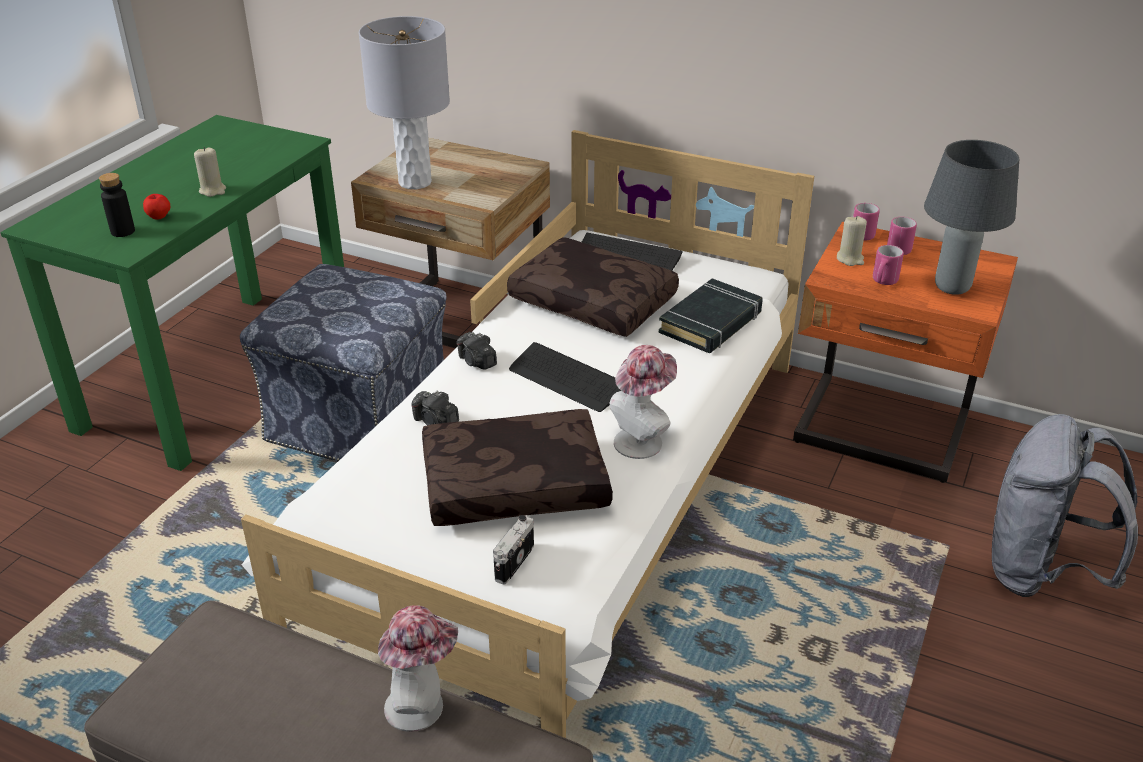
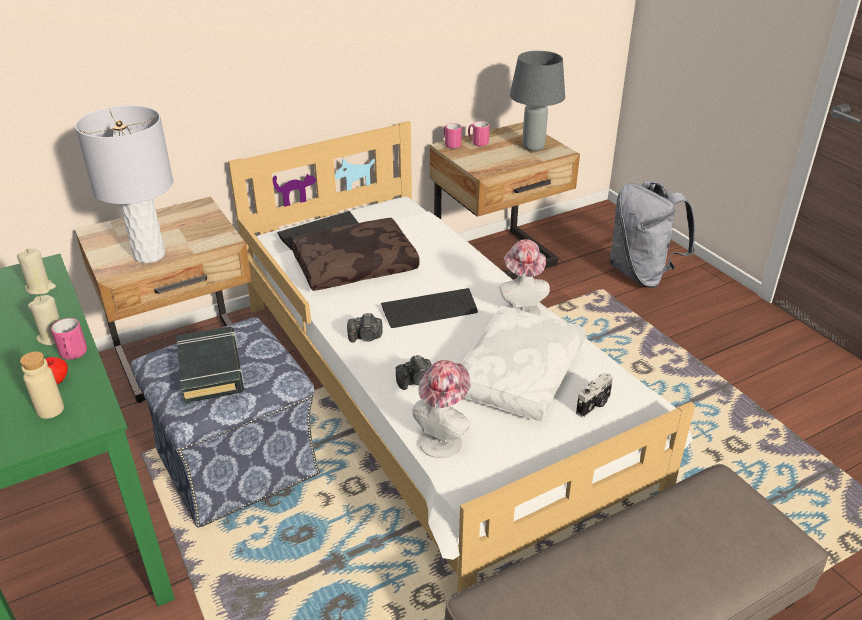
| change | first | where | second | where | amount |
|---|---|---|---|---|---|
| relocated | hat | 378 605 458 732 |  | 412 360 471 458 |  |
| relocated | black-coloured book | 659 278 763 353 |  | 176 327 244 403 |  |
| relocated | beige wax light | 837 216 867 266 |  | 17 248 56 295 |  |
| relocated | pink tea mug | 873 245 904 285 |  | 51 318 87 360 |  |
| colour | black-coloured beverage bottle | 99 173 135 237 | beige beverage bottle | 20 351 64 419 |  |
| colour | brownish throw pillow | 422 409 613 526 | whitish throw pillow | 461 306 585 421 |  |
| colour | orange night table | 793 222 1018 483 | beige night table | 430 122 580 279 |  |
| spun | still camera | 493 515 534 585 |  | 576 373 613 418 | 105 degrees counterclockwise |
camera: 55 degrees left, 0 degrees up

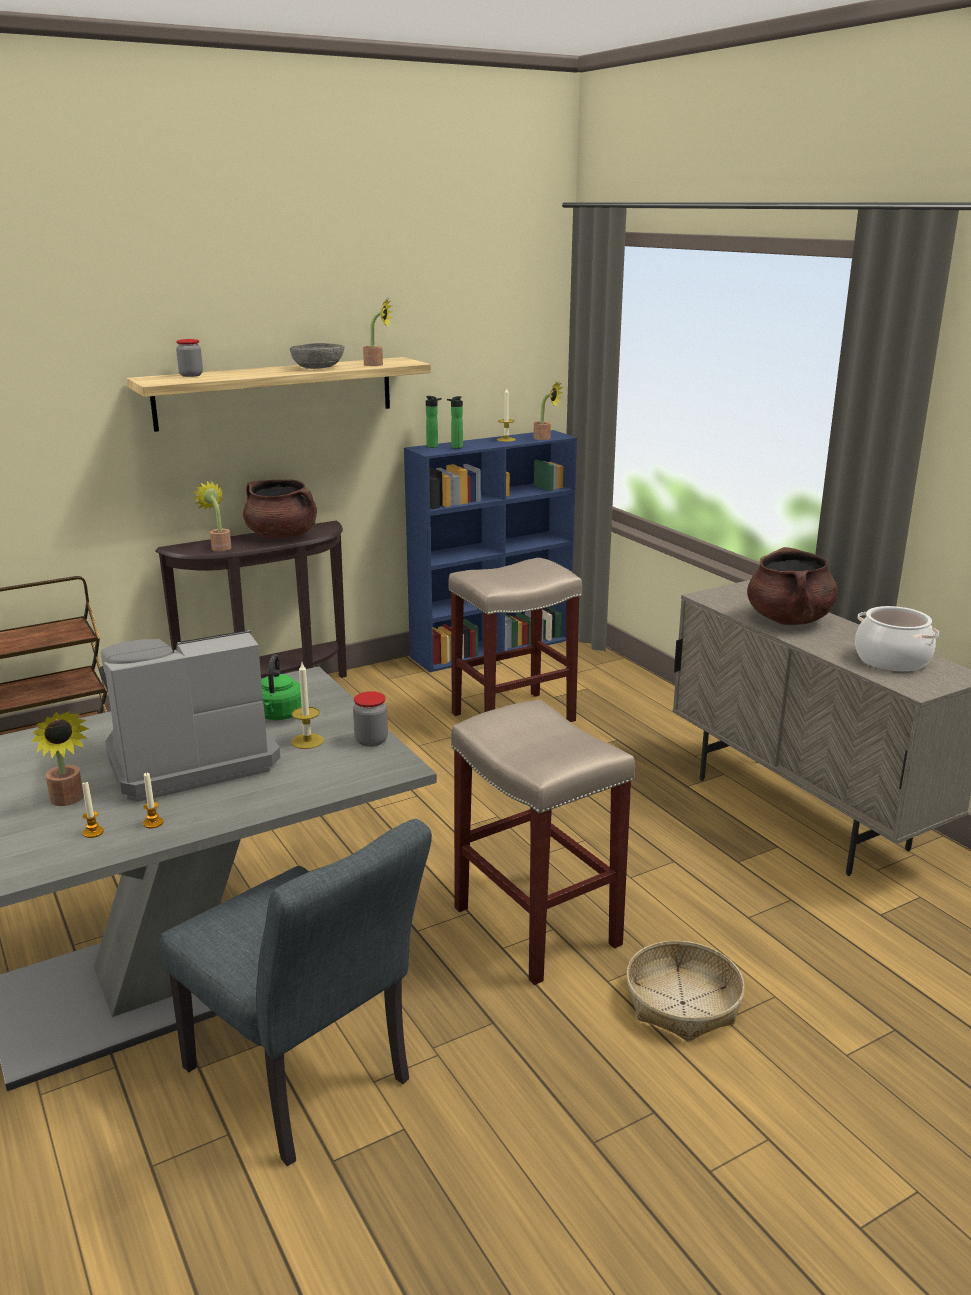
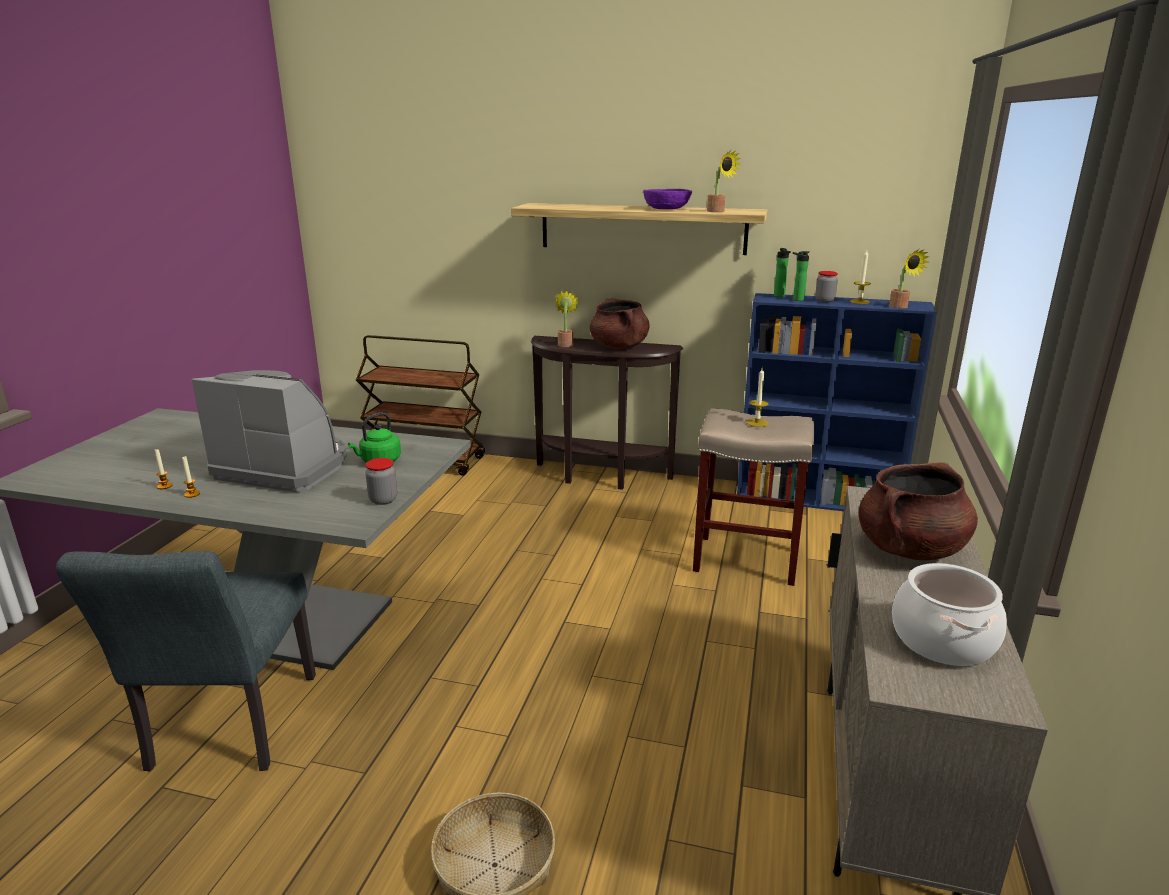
| change | first | where | second | where | amount |
|---|---|---|---|---|---|
| missing | potted plant | 31 711 89 806 |  |  |  |
| missing | beige stool seat | 451 700 635 985 |  |  |  |
| relocated | preserve jar | 176 339 203 377 |  | 815 271 838 302 |  |
| relocated | wax light | 291 663 324 749 |  | 747 367 769 427 |  |
| colour | greyish bowl | 290 343 344 369 | purple bowl | 643 189 692 209 |  |
camera: 45 degrees right, 0 degrees up

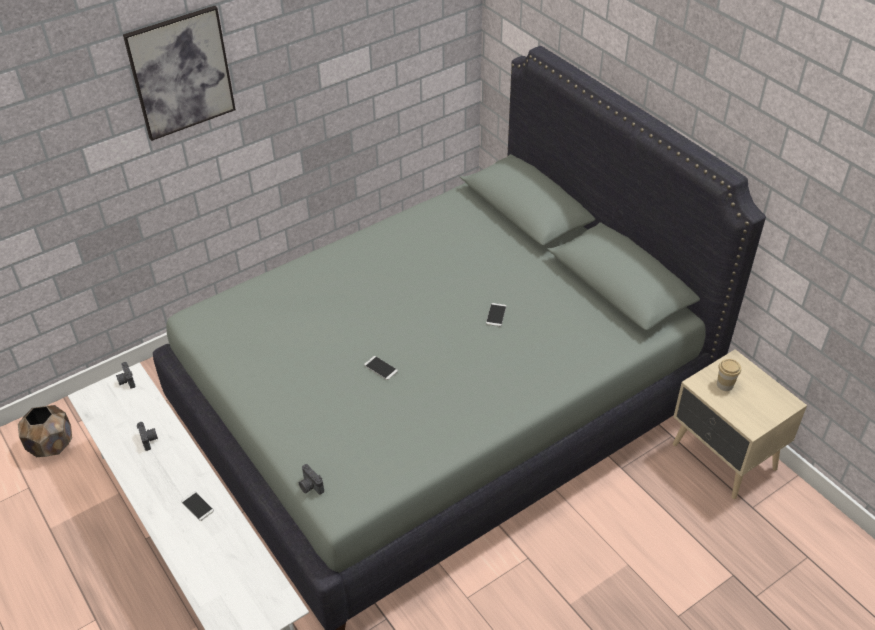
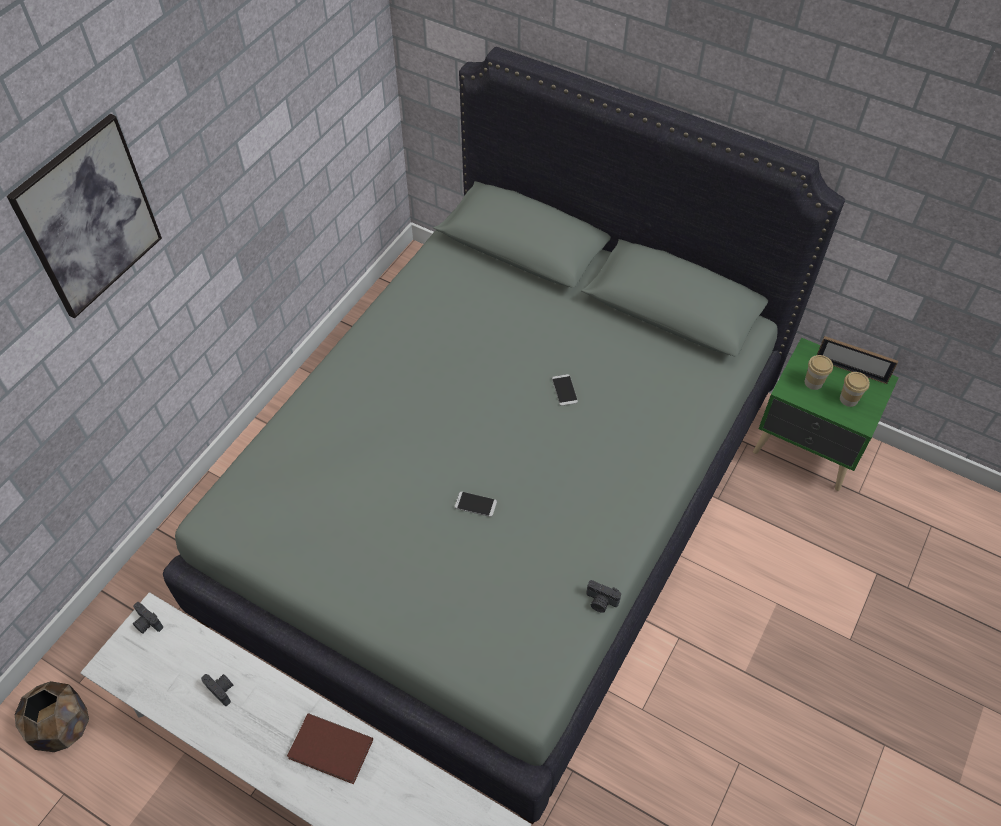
| change | first | where | second | where | amount |
|---|---|---|---|---|---|
| appeared |  |  | picture frame | 817 336 898 384 |  |
| appeared |  |  | cup | 840 372 870 407 |  |
| relocated | still camera | 299 464 324 494 |  | 586 580 621 613 |  |
| exchanged | handset | 181 492 214 521 | brownish book | 287 713 373 784 |  |
| colour | beige night table | 673 349 807 499 | green-coloured night table | 753 337 899 491 |  |
camera: 25 degrees left, 10 degrees up

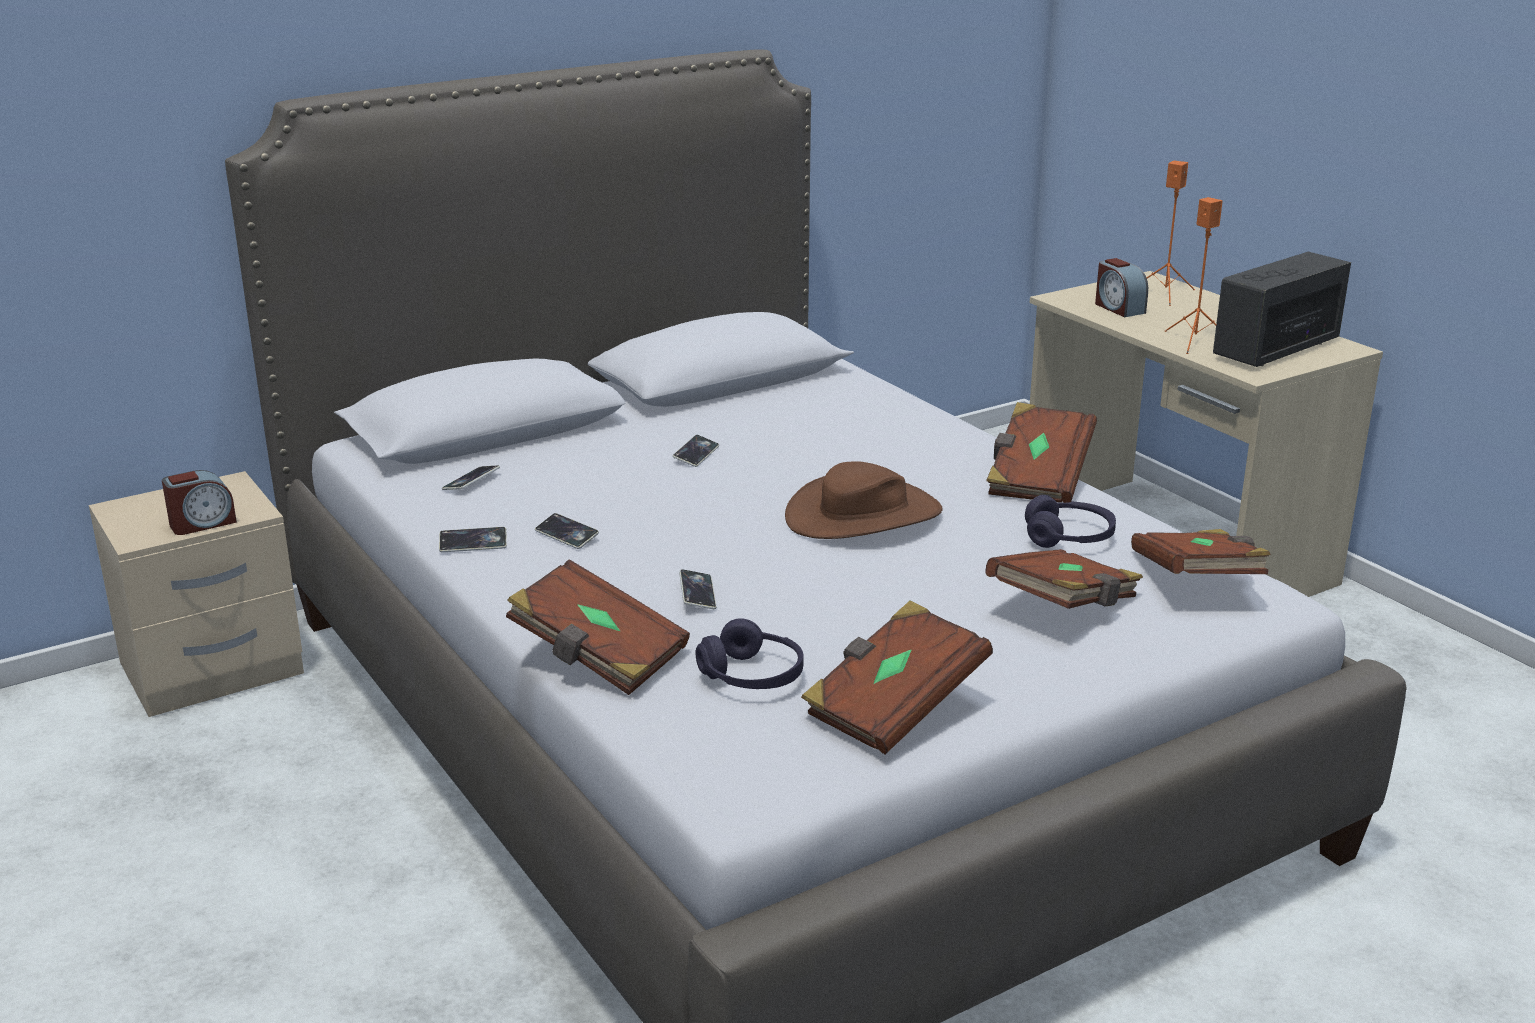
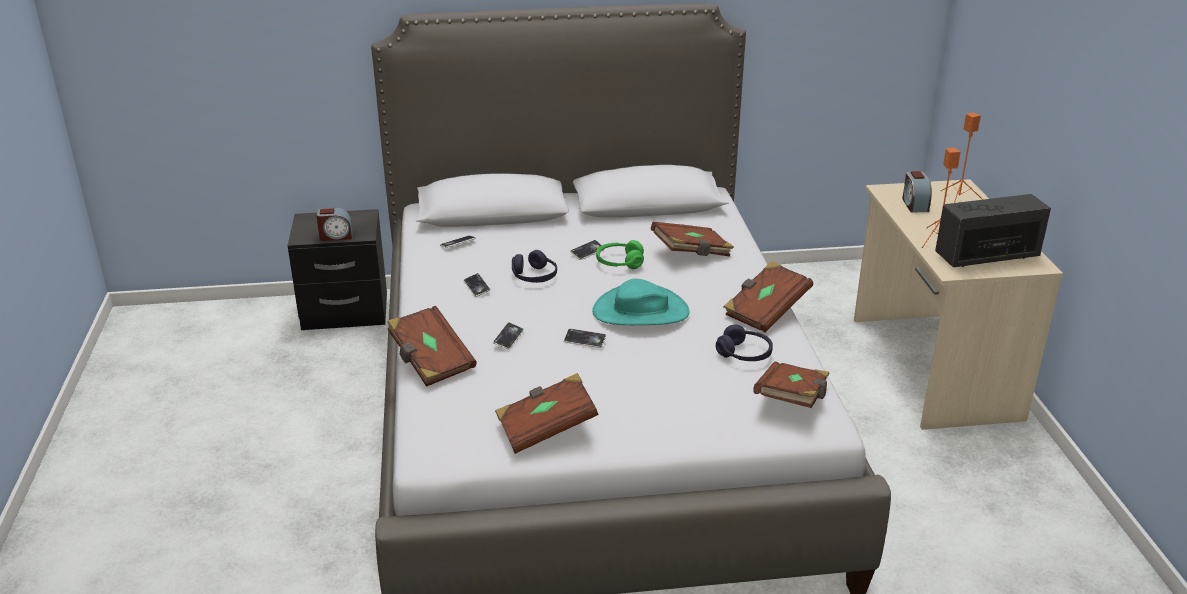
| change | first | where | second | where | amount |
|---|---|---|---|---|---|
| appeared |  |  | green-coloured headphones | 596 240 644 269 |  |
| relocated | handset | 439 527 507 552 |  | 564 329 606 348 |  |
| relocated | purple headphones | 695 618 804 689 |  | 512 250 557 283 |  |
| relocated | brownish book | 985 549 1143 609 |  | 651 222 734 257 |  |
| colour | beige night table | 89 471 304 717 | black-coloured night table | 288 209 387 330 |  |
| colour | brownish hat | 785 461 942 539 | turquoise hat | 592 279 690 325 |  |
camera: 25 degrees right, 5 degrees up

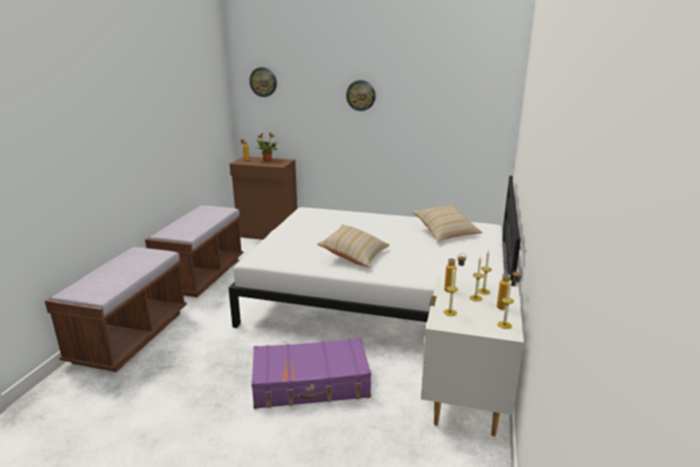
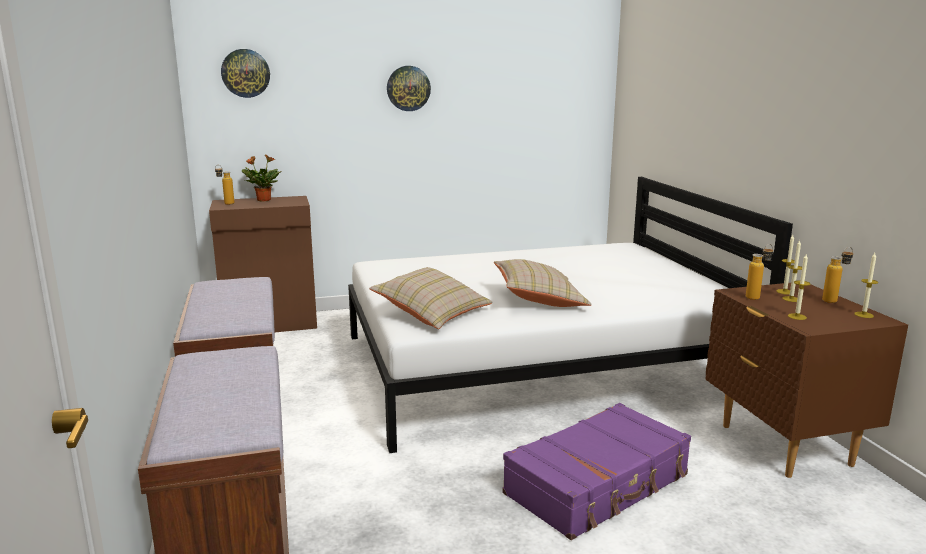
| change | first | where | second | where | amount |
|---|---|---|---|---|---|
| relocated | beige throw pillow | 412 205 483 241 |  | 369 267 493 329 |  |
| colour | whitish night table | 421 277 524 436 | brownish night table | 705 283 908 478 |  |
camera: 30 degrees left, 5 degrees down

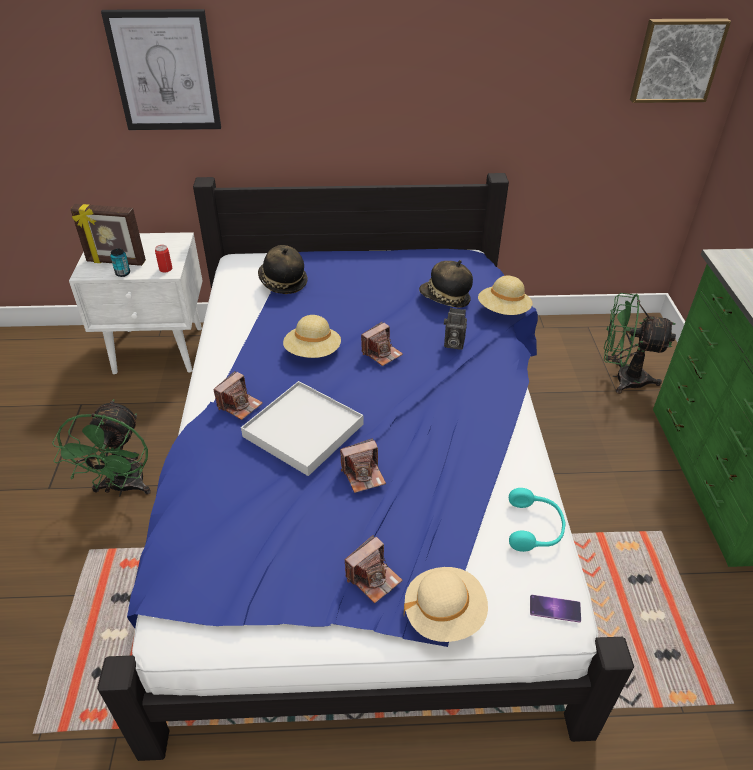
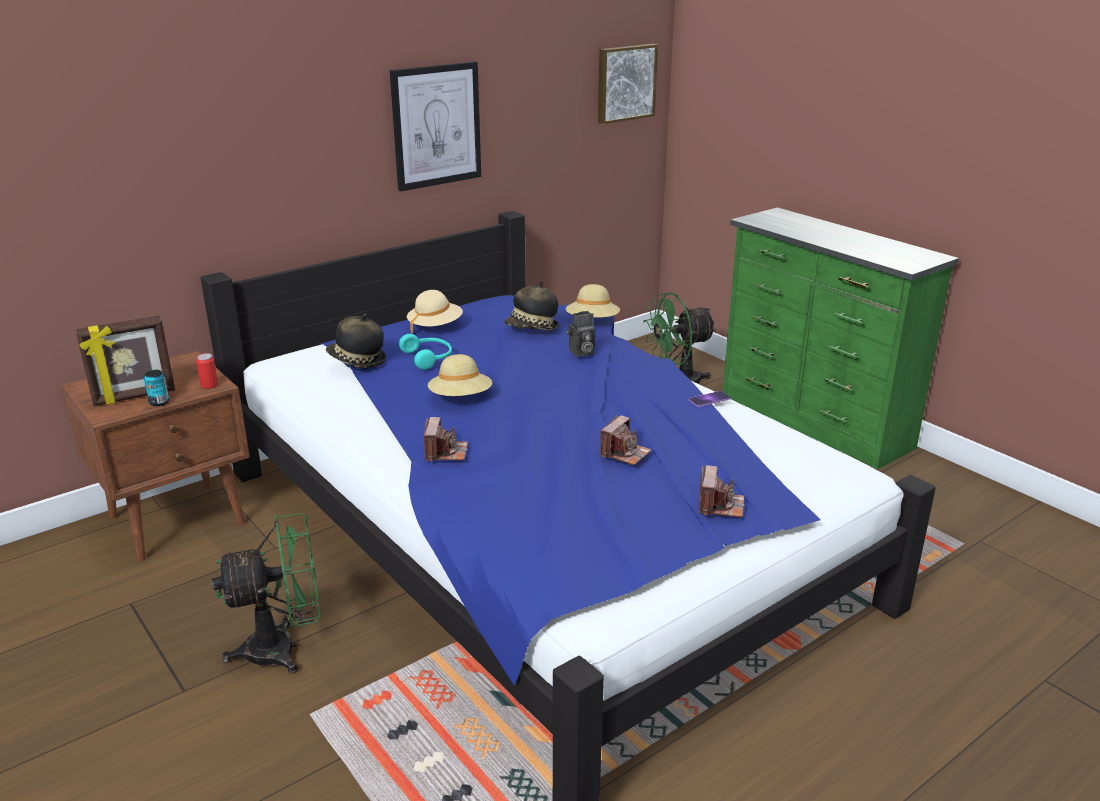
| change | first | where | second | where | amount |
|---|---|---|---|---|---|
| missing | whitish tray | 241 381 363 476 |  |  |  |
| missing | still camera | 361 322 403 366 |  |  |  |
| relocated | wall picture | 101 9 221 130 |  | 390 61 481 192 |  |
| relocated | beige hat | 404 567 488 642 |  | 407 290 463 333 |  |
| relocated | turquoise headphones | 509 488 566 552 |  | 399 334 452 370 |  |
| relocated | handset | 530 595 581 622 |  | 688 391 731 407 |  |
| colour | whitish night table | 69 232 203 374 | brownish night table | 61 351 250 562 |  |
| spun | green-coloured cooling fan | 52 399 151 497 |  | 212 513 321 674 | 75 degrees counterclockwise |
camera: 35 degrees left, 15 degrees down

